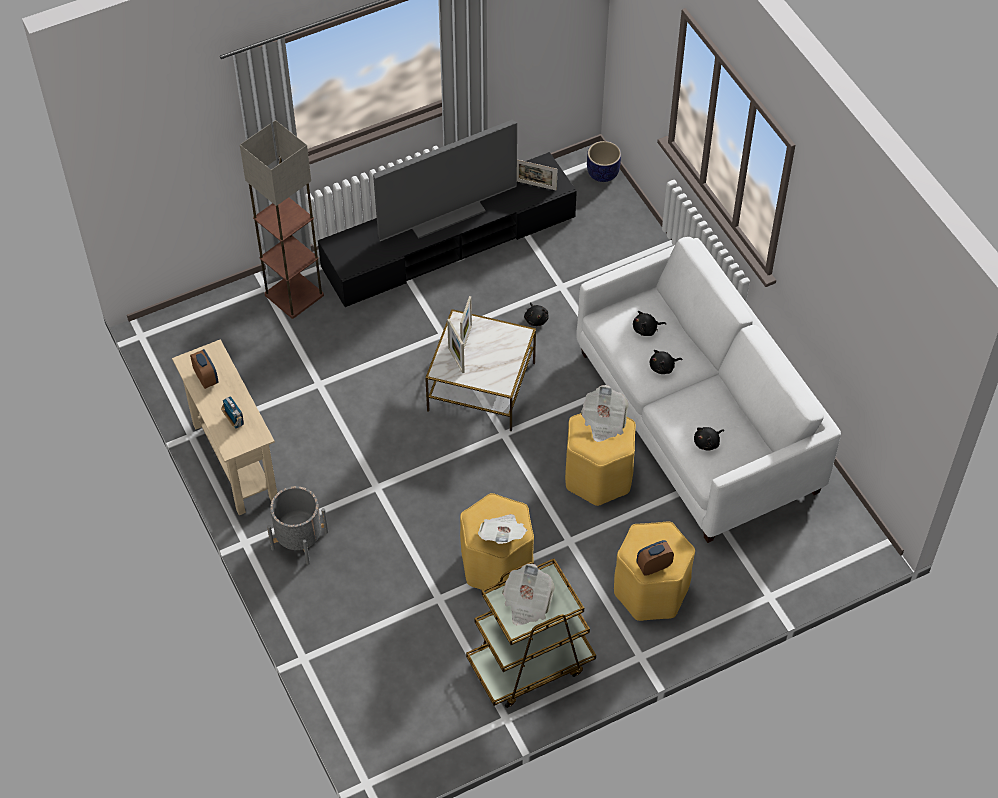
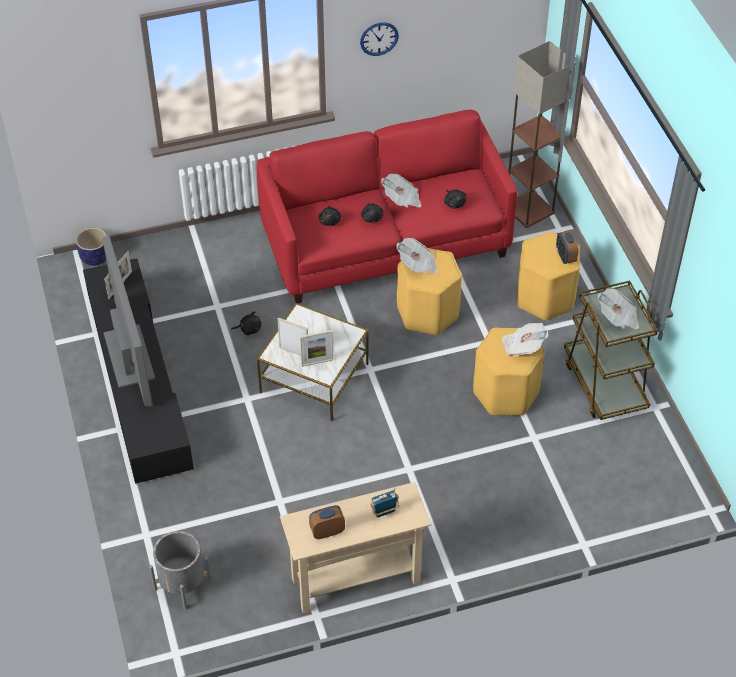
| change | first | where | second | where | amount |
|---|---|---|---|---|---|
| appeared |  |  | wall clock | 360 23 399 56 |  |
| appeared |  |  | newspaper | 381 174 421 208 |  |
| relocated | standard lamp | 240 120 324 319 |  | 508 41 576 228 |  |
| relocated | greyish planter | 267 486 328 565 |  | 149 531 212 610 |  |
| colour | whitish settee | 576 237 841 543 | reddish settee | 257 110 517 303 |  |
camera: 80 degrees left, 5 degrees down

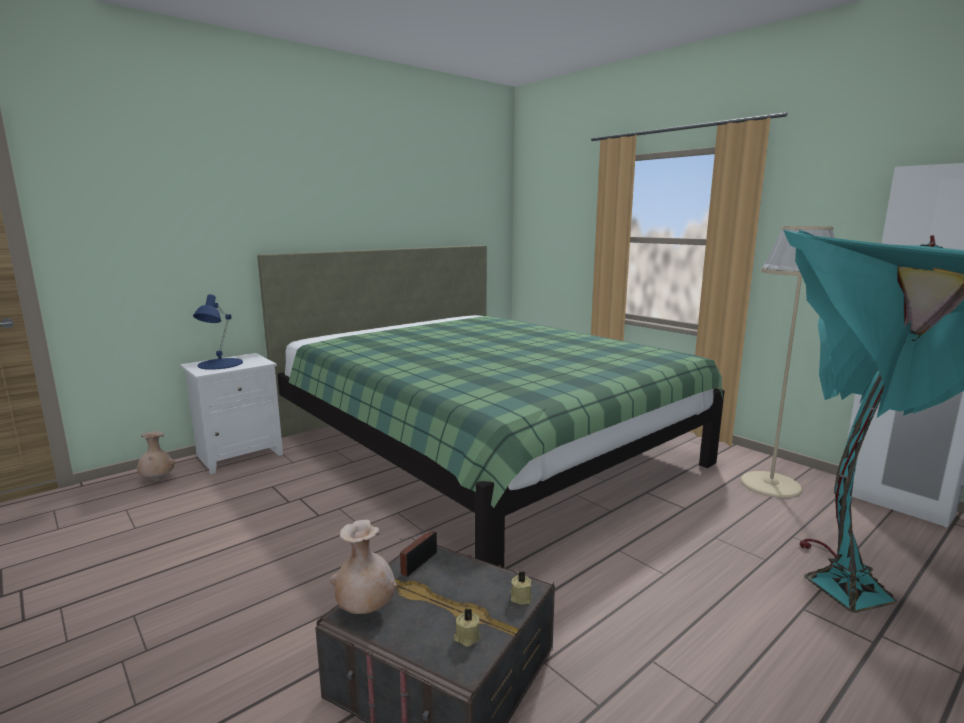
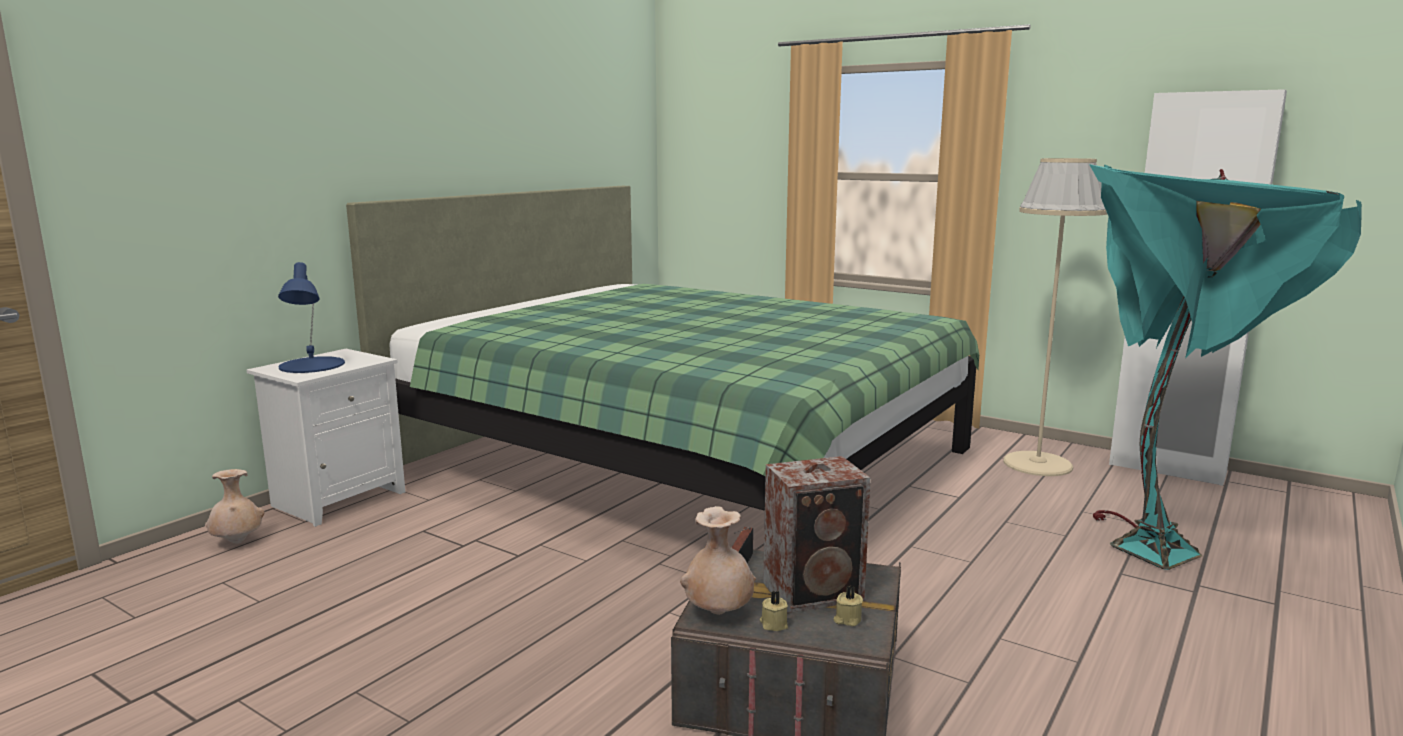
| change | first | where | second | where | amount |
|---|---|---|---|---|---|
| appeared |  |  | loudspeaker | 763 456 871 613 |  |
| relocated | beige wax light | 511 571 532 604 |  | 760 591 788 631 |  |
camera: 15 degrees left, 0 degrees up

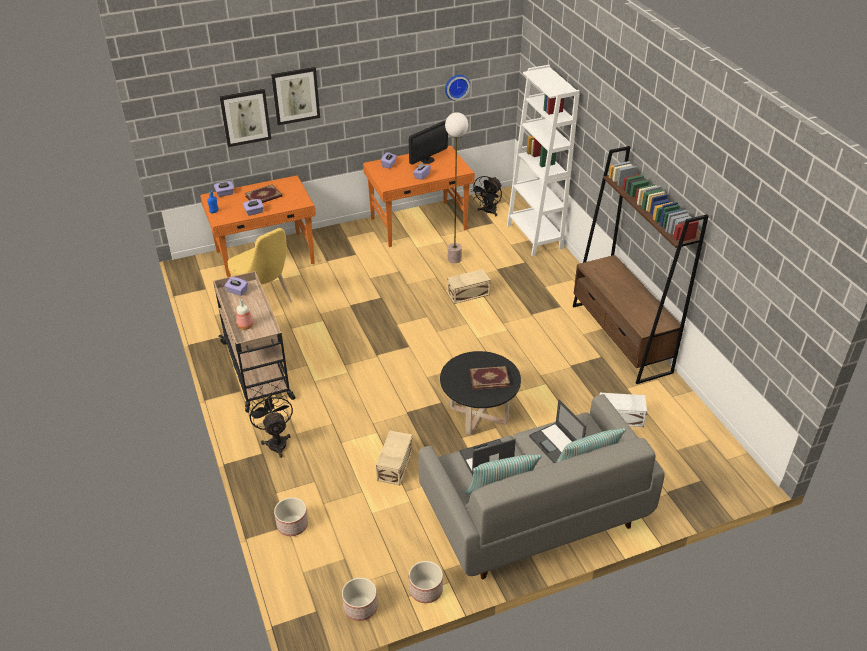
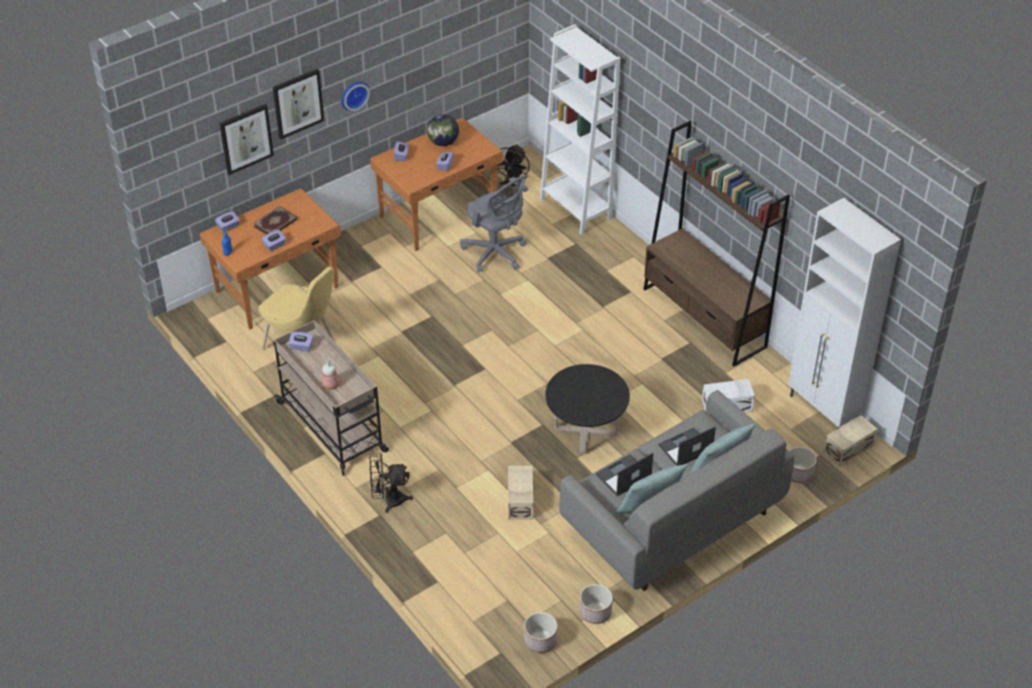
| change | first | where | second | where | amount |
|---|---|---|---|---|---|
| missing | book | 469 366 510 390 |  |  |  |
| appeared |  |  | whitish cupboard | 788 198 901 429 |  |
| relocated | planter | 274 497 308 536 |  | 789 447 816 483 |  |
| relocated | wall clock | 445 75 470 100 |  | 341 81 370 111 |  |
| relocated | beige storage box | 447 269 491 304 |  | 823 415 878 466 |  |
| exchanged | monitor | 409 121 448 164 | world globe | 427 114 459 146 |  |
| exchanged | standard lamp | 445 112 468 263 | greyish computer chair | 460 175 529 272 |  |
| spun | black-coloured cooling fan | 248 391 293 458 |  | 370 453 413 513 | 60 degrees counterclockwise |
| spun | notebook computer | 529 399 586 463 |  | 658 426 716 466 | 105 degrees clockwise |
camera: 15 degrees left, 5 degrees up

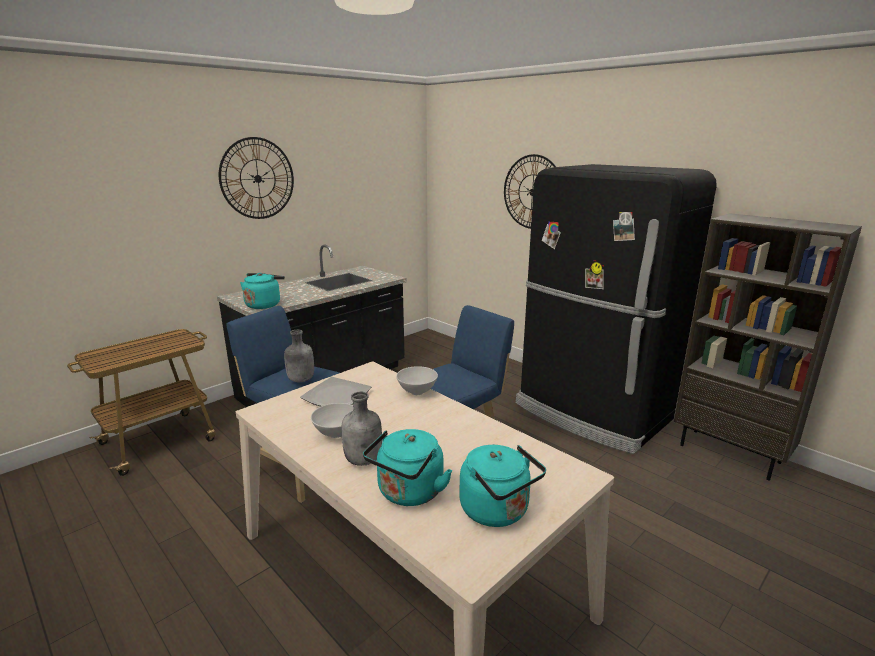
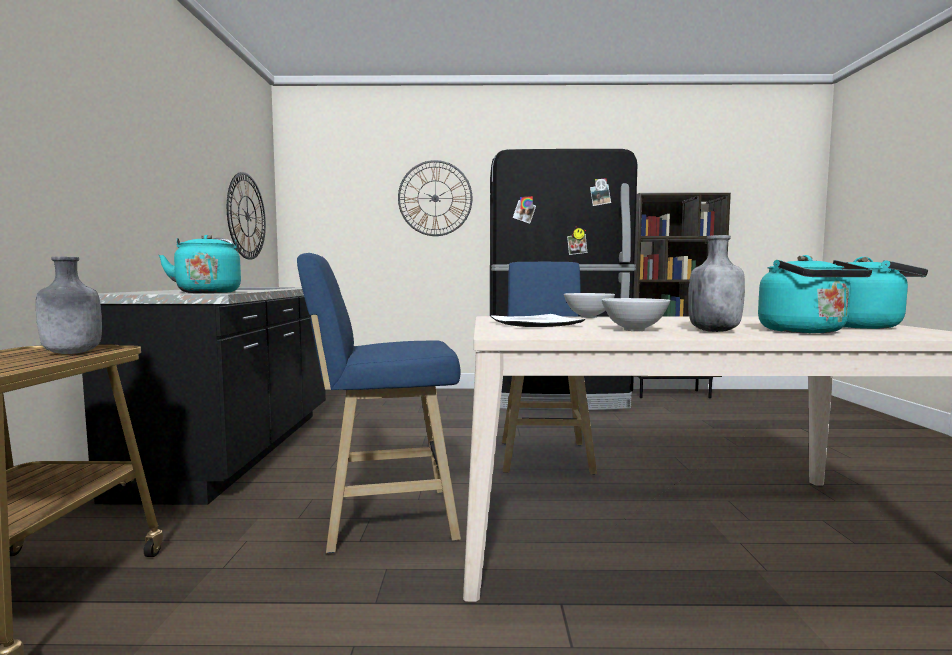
| change | first | where | second | where | amount |
|---|---|---|---|---|---|
| relocated | wall clock | 219 137 294 219 |  | 227 172 266 260 |  |
| relocated | greyish beverage bottle | 284 330 314 382 |  | 36 257 102 354 |  |
camera: 45 degrees left, 15 degrees down

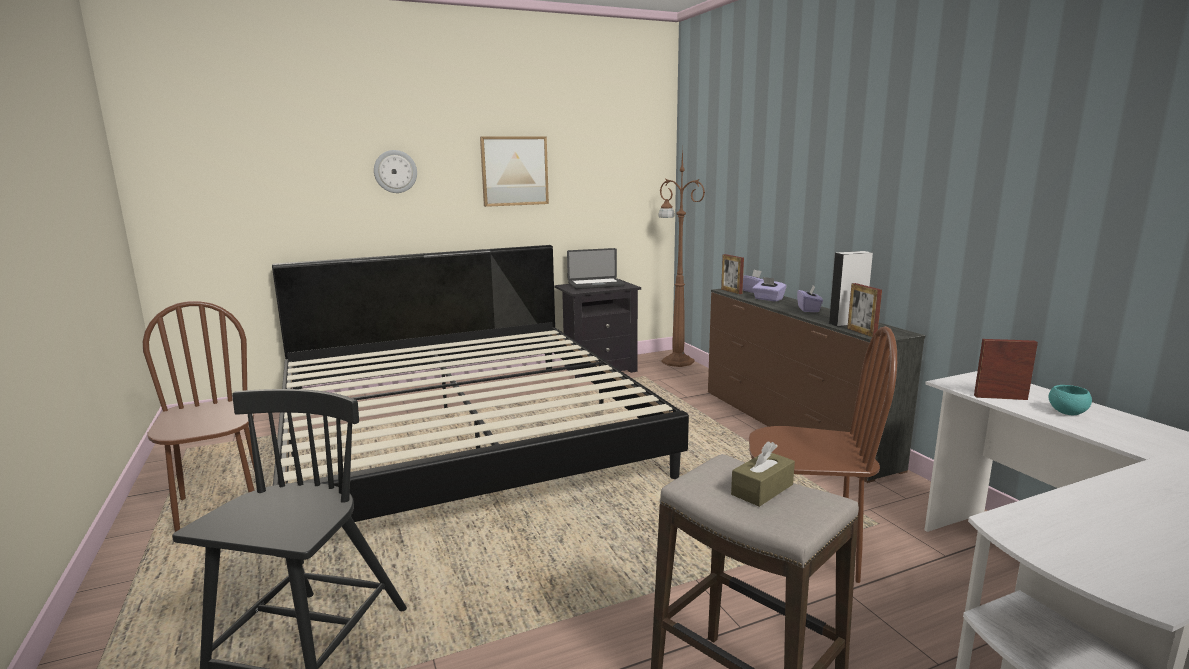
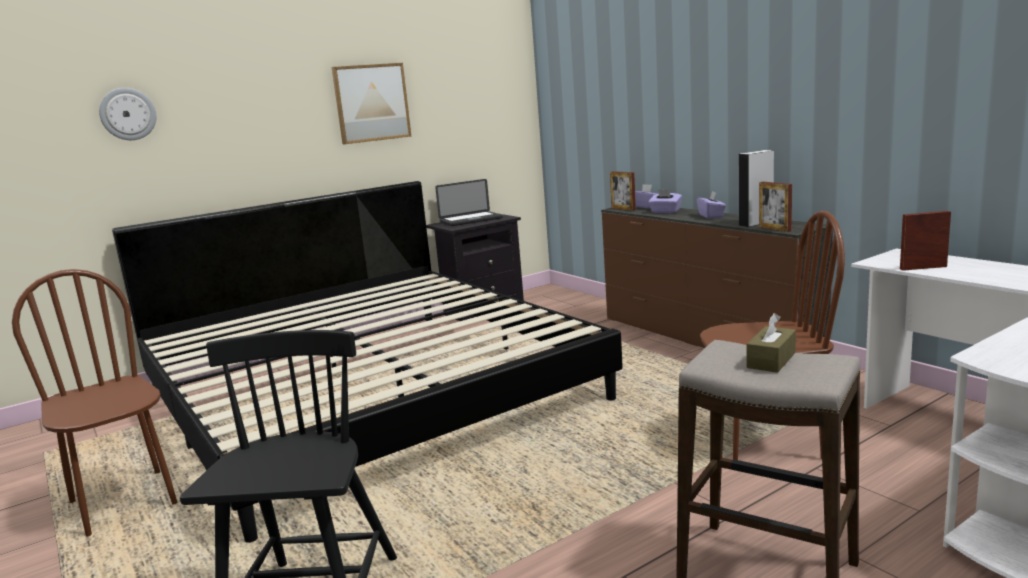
| change | first | where | second | where | amount |
|---|---|---|---|---|---|
| missing | brownish standard lamp | 659 148 705 367 |  |  |  |
| missing | turquoise bowl | 1049 385 1092 415 |  |  |  |
| relocated | wall clock | 374 150 417 193 |  | 99 88 156 140 |  |
camera: 10 degrees left, 0 degrees up

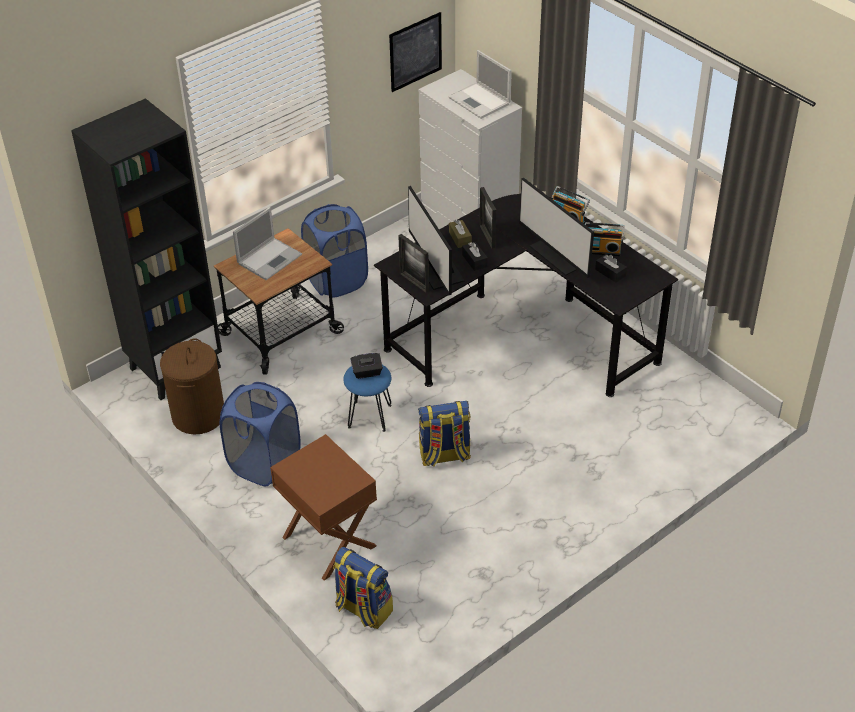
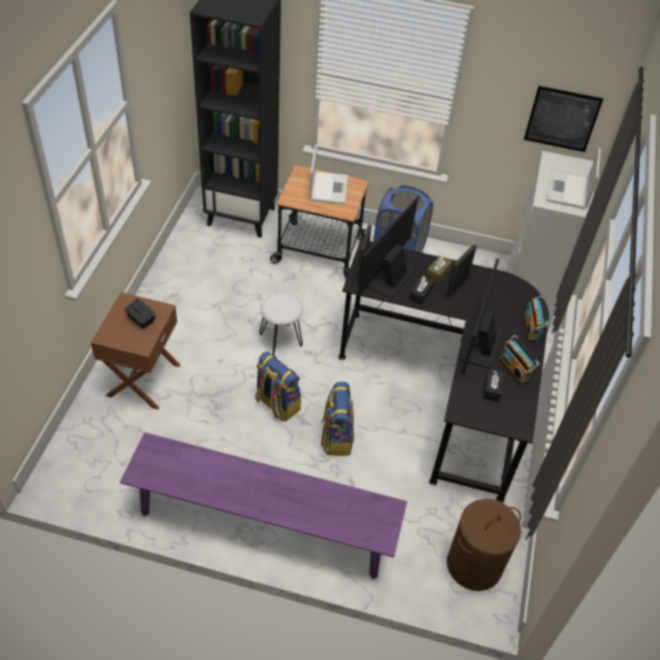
| change | first | where | second | where | amount |
|---|---|---|---|---|---|
| missing | bluish laundry basket | 220 382 301 487 |  |  |  |
| appeared |  |  | purple indoor bench | 120 432 407 580 |  |
| relocated | brownish laundry basket | 160 338 224 435 |  | 447 499 521 591 |  |
| relocated | rucksack | 333 547 393 629 |  | 321 382 354 456 |  |
| relocated | black-coloured tissue holder | 350 353 383 379 |  | 124 298 156 329 |  |
| colour | bluish stool seat | 343 365 391 432 | whitish stool seat | 259 293 303 356 |  |
| spun | notebook computer | 233 207 302 280 |  | 309 145 348 204 | 90 degrees counterclockwise |
camera: 50 degrees right, 5 degrees up

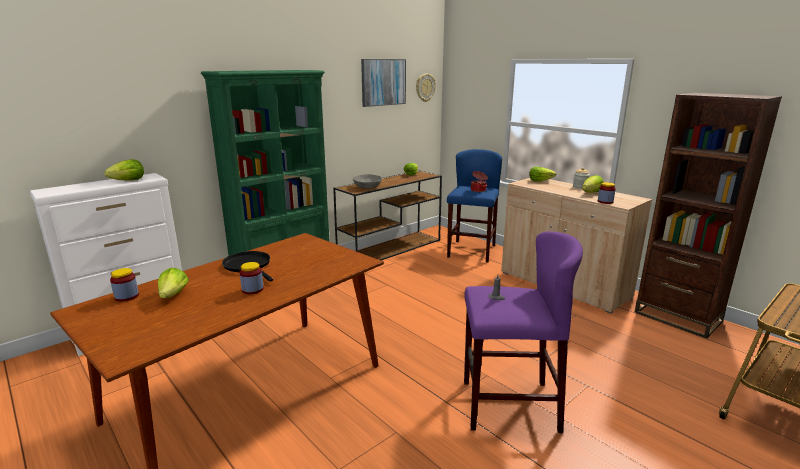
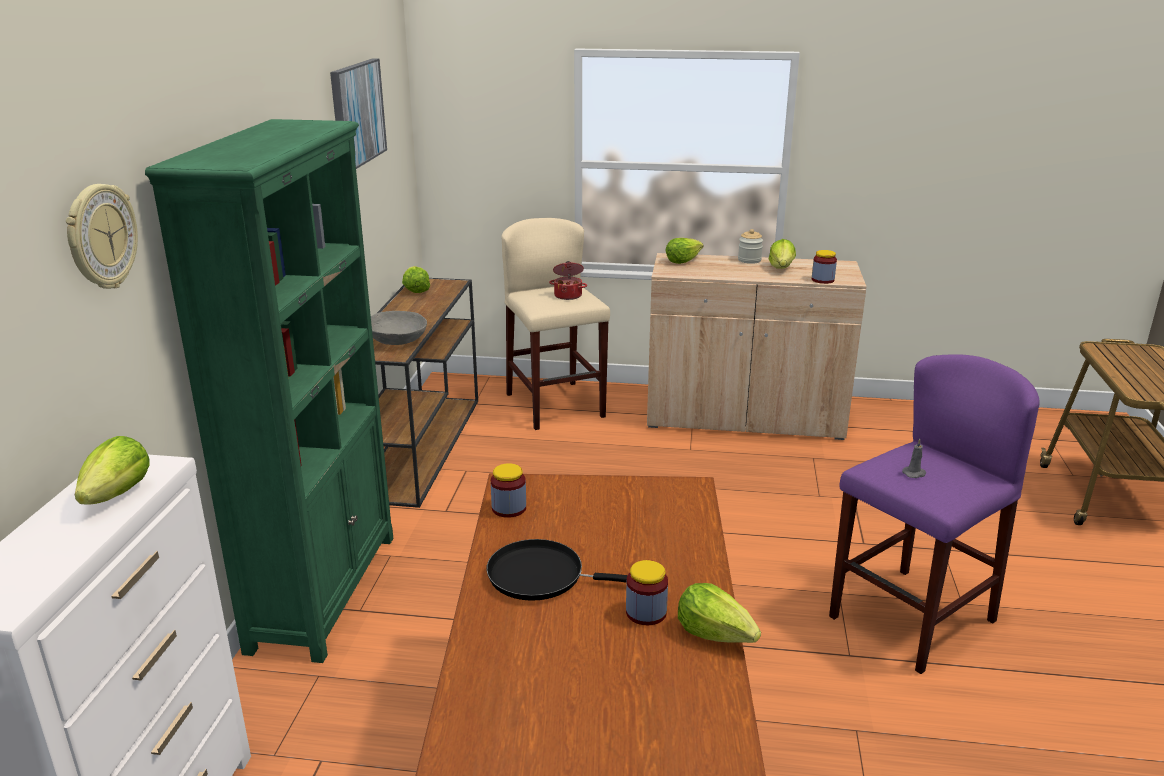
| change | first | where | second | where | amount |
|---|---|---|---|---|---|
| missing | brownish shelving unit | 635 93 782 339 |  |  |  |
| relocated | preserve jar | 110 268 139 302 |  | 491 463 526 518 |  |
| relocated | lettuce head | 158 268 189 298 |  | 678 583 761 643 |  |
| relocated | wall clock | 416 74 436 102 |  | 66 184 138 289 |  |
| colour | bluish stool seat | 447 149 502 263 | beige stool seat | 502 218 610 430 |  |
camera: 40 degrees left, 5 degrees up

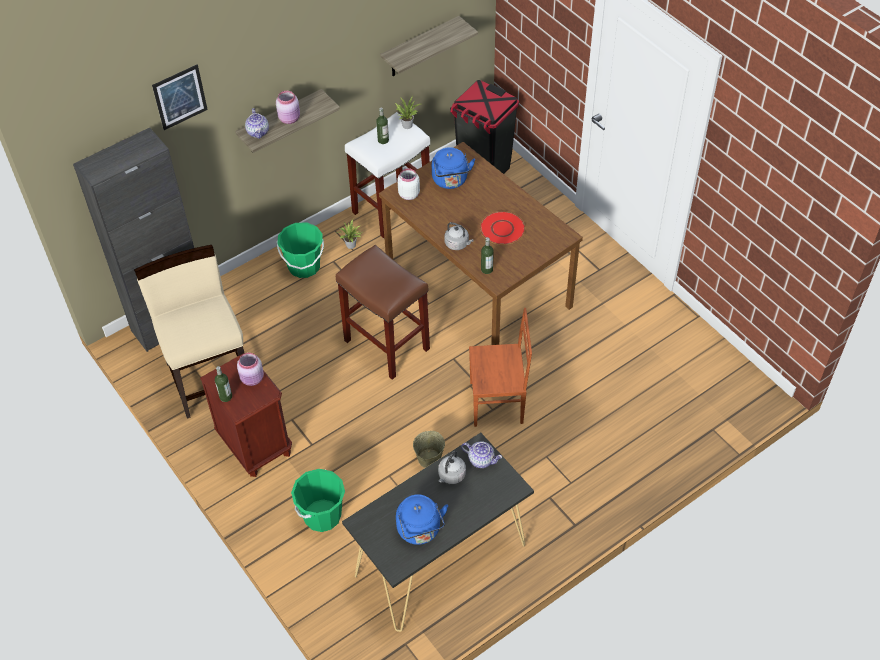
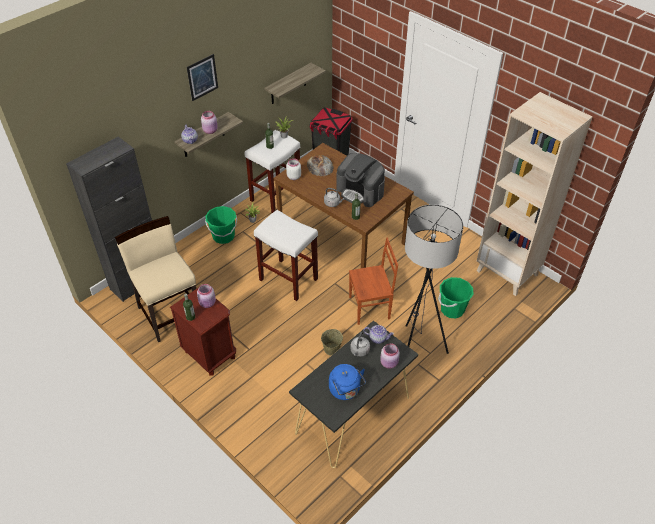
| change | first | where | second | where | amount |
|---|---|---|---|---|---|
| appeared |  |  | pink preserve jar | 380 343 400 369 |  |
| appeared |  |  | greyish standard lamp | 405 204 463 354 |  |
| appeared |  |  | beige shelving unit | 477 92 592 296 |  |
| relocated | wall picture | 152 65 208 130 |  | 187 54 218 101 |  |
| relocated | green-coloured water bucket | 291 469 345 532 |  | 438 277 474 318 |  |
| exchanged | bluish water kettle | 432 147 475 189 | bread | 307 155 334 176 |  |
| exchanged | reddish plate | 480 211 525 245 | coffee brewer | 336 153 385 207 |  |
| colour | brownish stool seat | 336 245 430 380 | whitish stool seat | 254 210 318 301 |  |
camera: 10 degrees left, 5 degrees down

